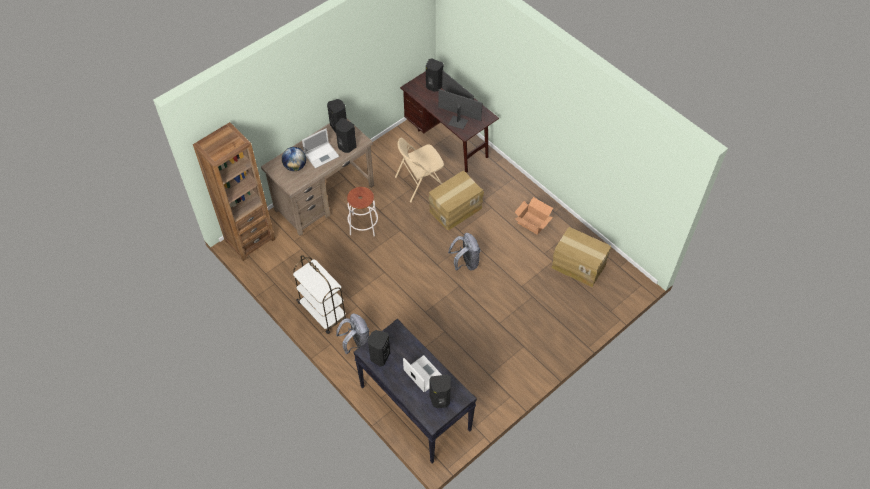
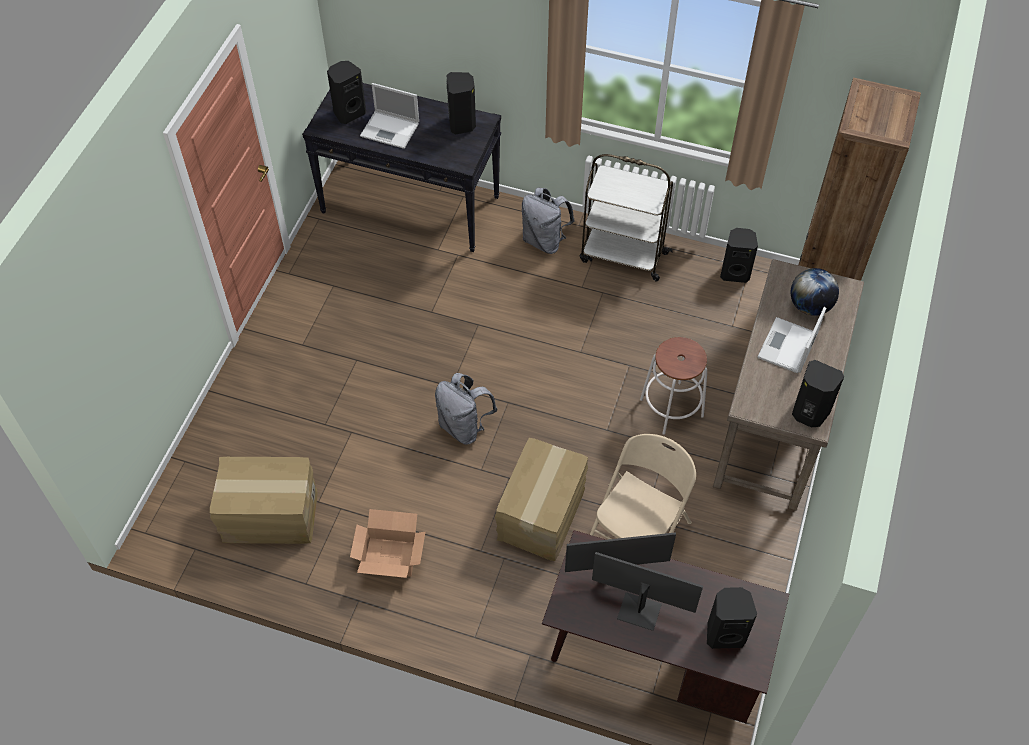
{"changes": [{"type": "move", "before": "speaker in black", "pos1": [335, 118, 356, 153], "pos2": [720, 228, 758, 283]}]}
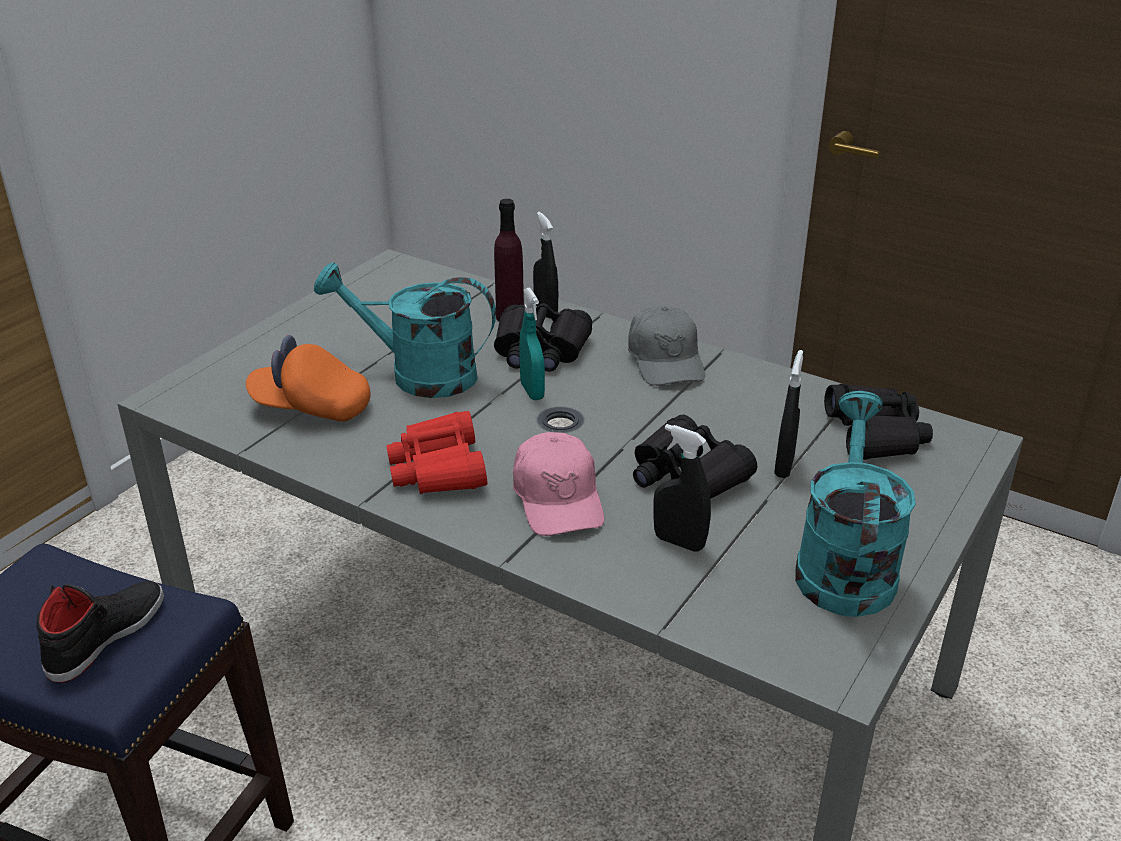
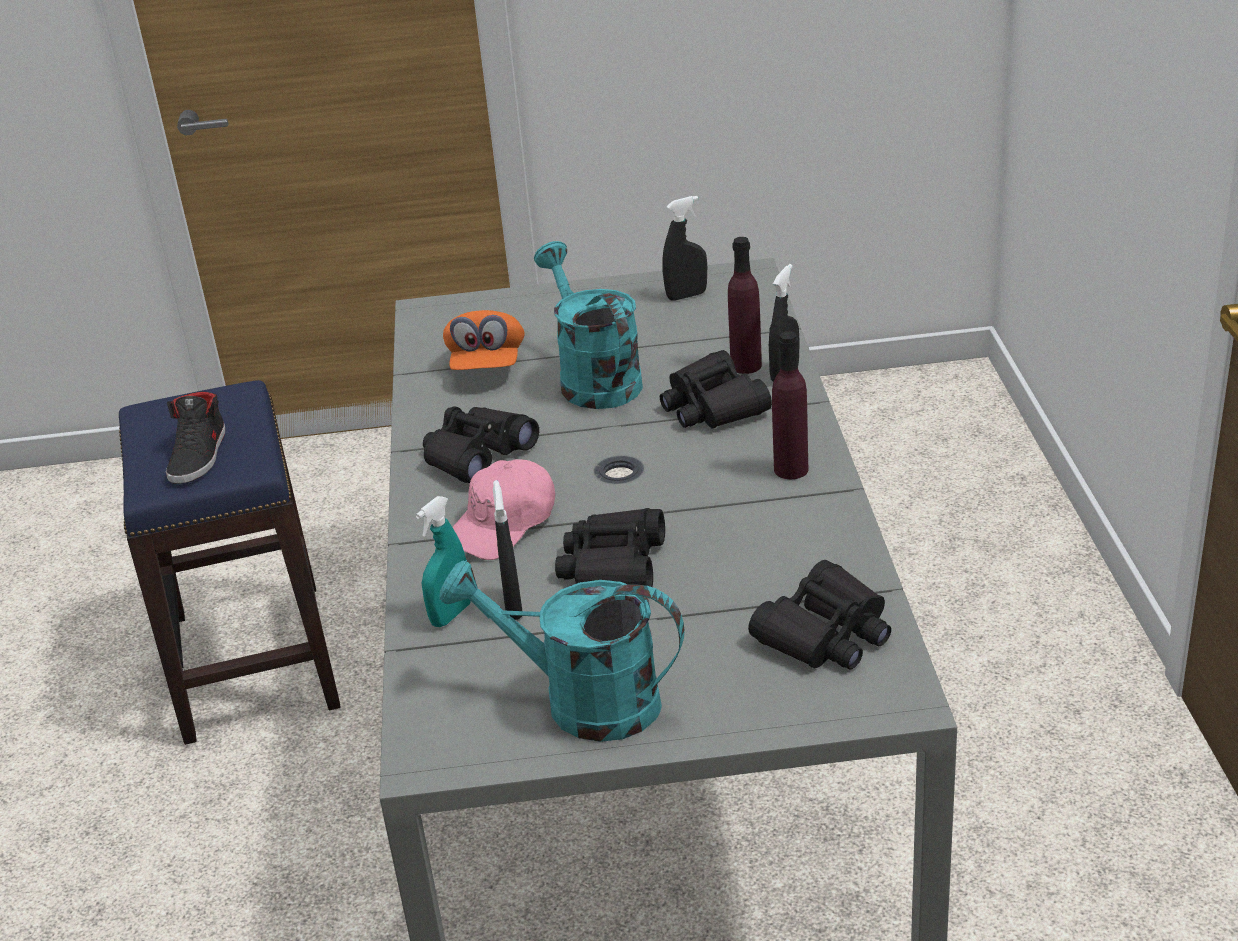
{"changes": [{"type": "move", "before": "spray bottle in turquoise", "pos1": [519, 287, 545, 400], "pos2": [416, 496, 471, 627]}, {"type": "move", "before": "spray bottle in black", "pos1": [774, 350, 803, 478], "pos2": [662, 196, 707, 301]}, {"type": "replace", "before": "cap in grey", "after": "bottle in purple", "pos1": [628, 306, 705, 386], "pos2": [772, 331, 809, 479]}, {"type": "recolor", "before": "binoculars in red", "after": "binoculars in black", "pos1": [386, 411, 487, 494], "pos2": [423, 406, 539, 483]}, {"type": "rotate", "before": "shoe in black", "pos1": [36, 581, 164, 683], "pos2": [166, 391, 225, 484], "turn": 105}, {"type": "rotate", "before": "cap in orange", "pos1": [246, 335, 371, 422], "pos2": [443, 310, 524, 370], "turn": -150}, {"type": "rotate", "before": "watering can in turquoise", "pos1": [795, 391, 916, 617], "pos2": [440, 560, 685, 742], "turn": -135}]}
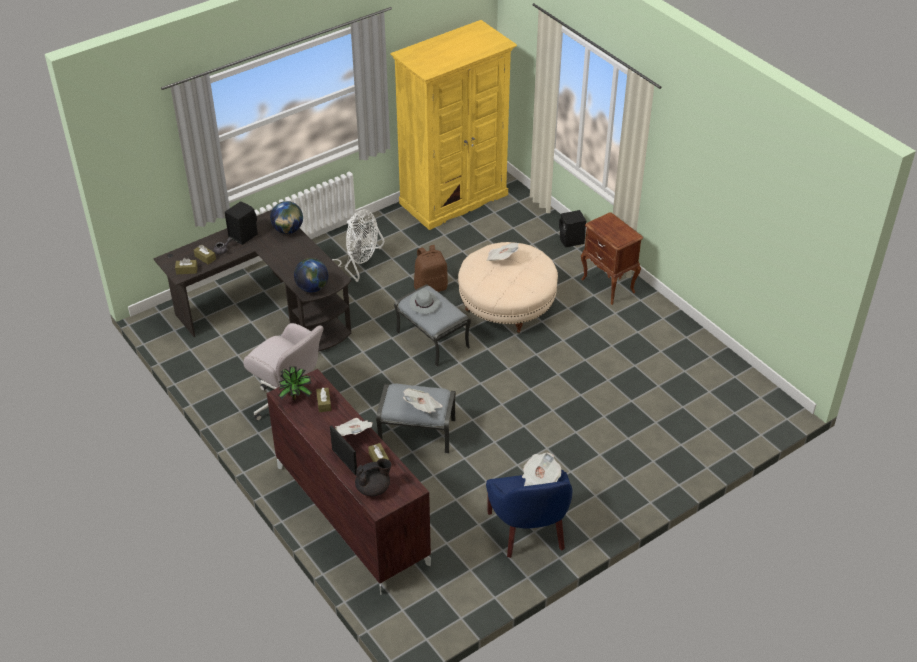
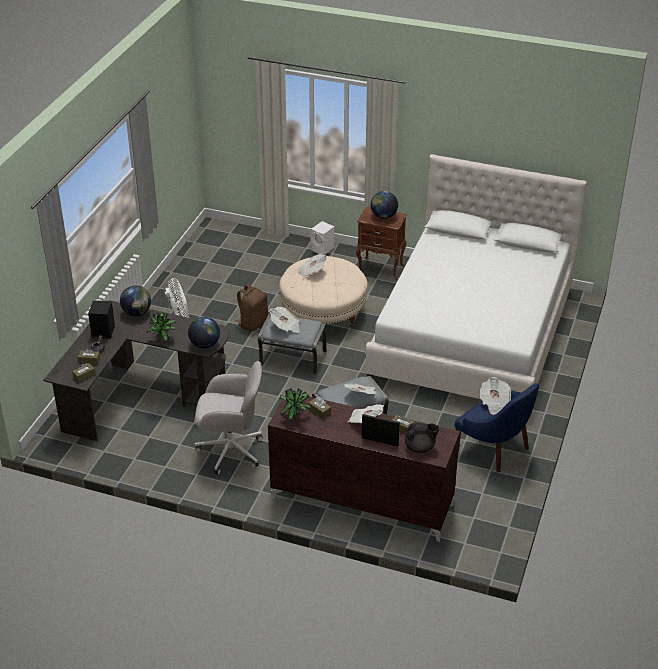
{"changes": [{"type": "delete", "before": "wardrobe in yellow", "pos1": [390, 20, 517, 230]}, {"type": "insert", "after": "potted plant", "pos2": [147, 313, 176, 341]}, {"type": "insert", "after": "bed in white", "pos2": [366, 154, 587, 399]}, {"type": "insert", "after": "globe", "pos2": [370, 191, 398, 219]}, {"type": "replace", "before": "hat in grey", "after": "newspaper", "pos1": [410, 289, 440, 314], "pos2": [270, 307, 299, 333]}, {"type": "recolor", "before": "speaker in black", "after": "speaker in white", "pos1": [559, 210, 586, 247], "pos2": [310, 221, 335, 255]}, {"type": "rotate", "before": "teapot in black", "pos1": [355, 458, 392, 497], "pos2": [405, 423, 439, 453], "turn": 60}]}
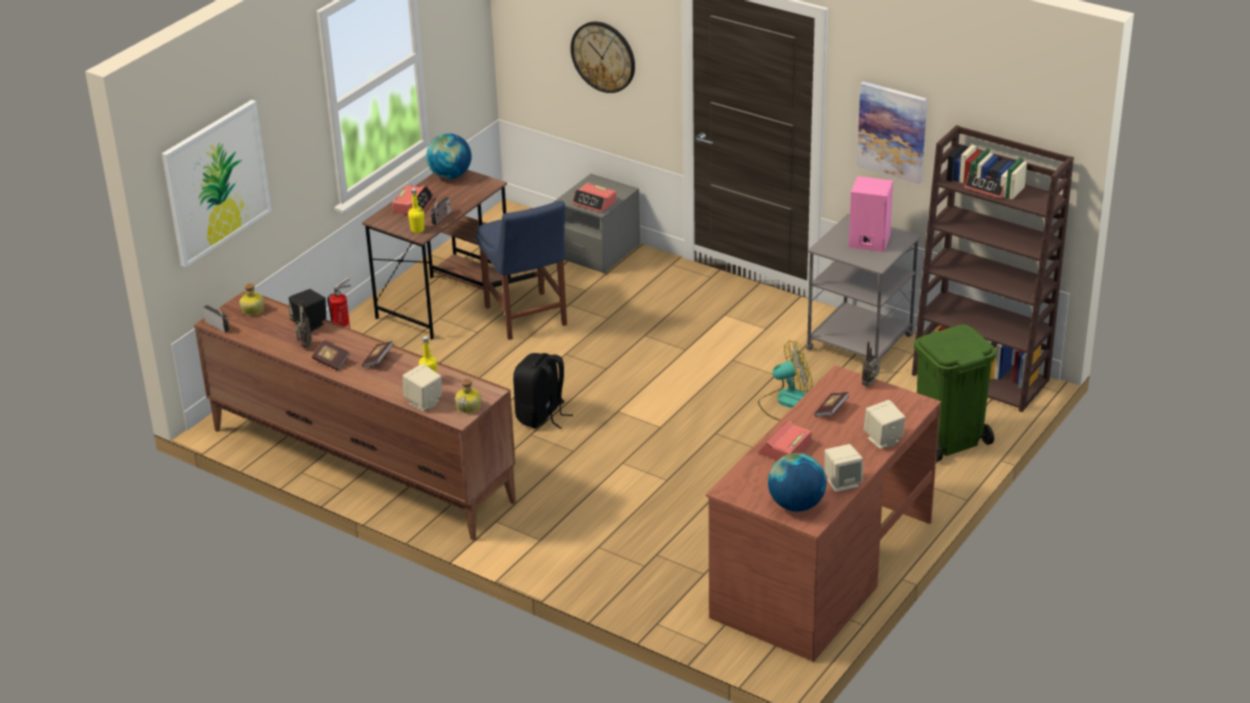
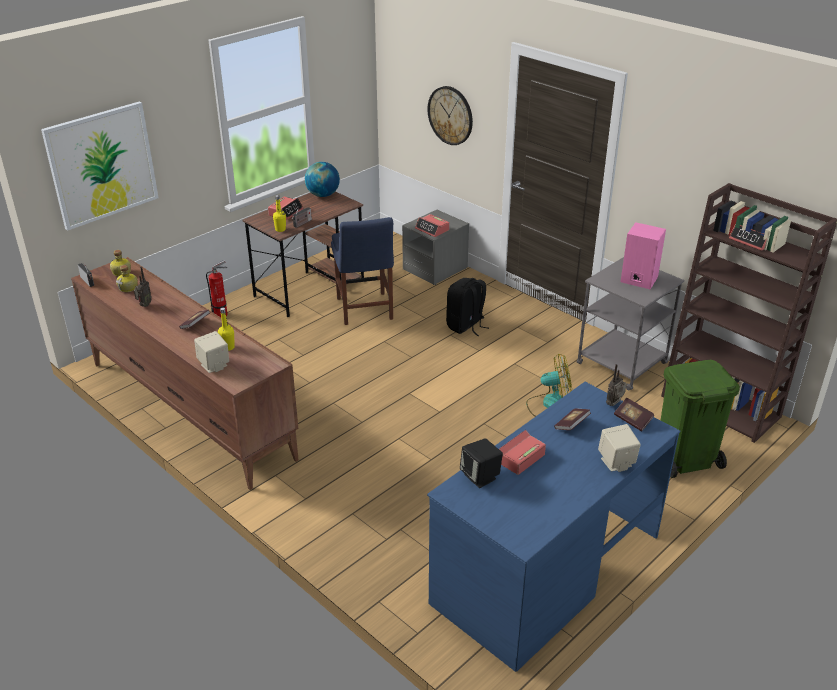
{"changes": [{"type": "delete", "before": "globe", "pos1": [768, 453, 827, 512]}, {"type": "delete", "before": "speaker in beige", "pos1": [824, 444, 863, 492]}, {"type": "delete", "before": "picture", "pos1": [857, 81, 927, 184]}, {"type": "move", "before": "speaker in black", "pos1": [289, 289, 326, 332], "pos2": [460, 438, 503, 488]}, {"type": "move", "before": "book", "pos1": [312, 340, 350, 371], "pos2": [614, 398, 654, 432]}, {"type": "move", "before": "bottle", "pos1": [455, 379, 481, 413], "pos2": [116, 265, 138, 292]}, {"type": "move", "before": "backpack in black", "pos1": [513, 353, 573, 429], "pos2": [446, 278, 489, 336]}, {"type": "recolor", "before": "desk in brown", "after": "desk in blue", "pos1": [706, 365, 941, 662], "pos2": [427, 382, 680, 672]}]}
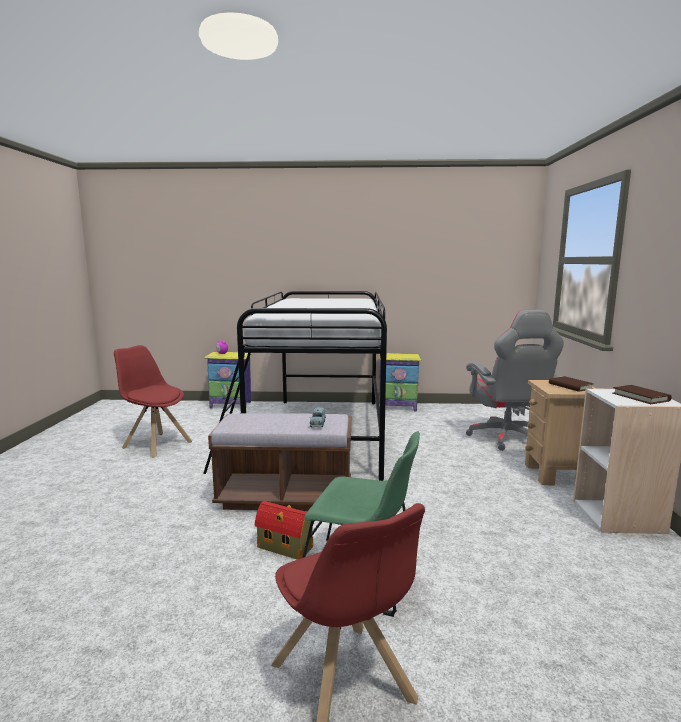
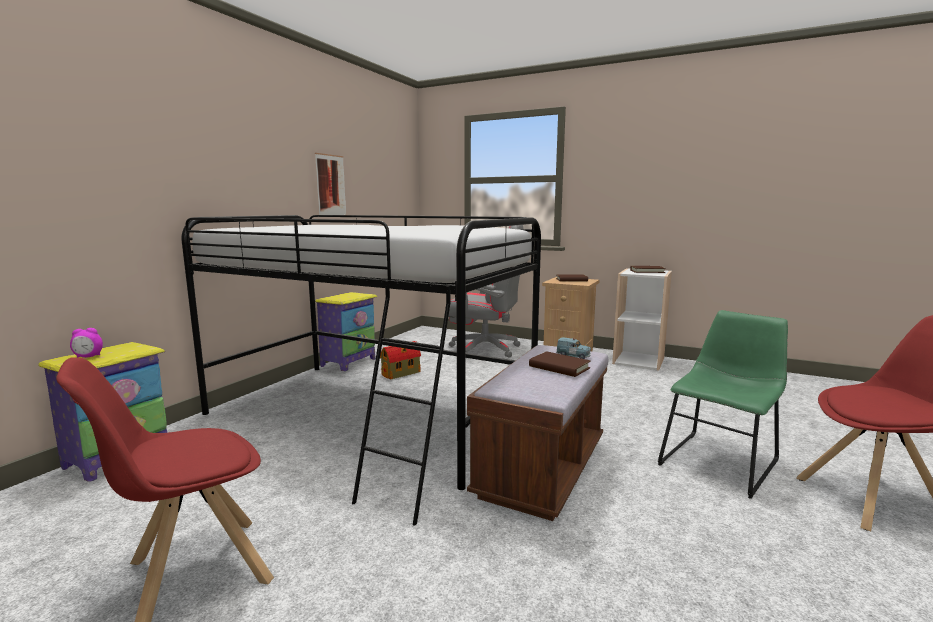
{"changes": [{"type": "insert", "after": "picture", "pos2": [315, 153, 346, 215]}, {"type": "insert", "after": "book in brown", "pos2": [529, 351, 591, 377]}, {"type": "move", "before": "toy house", "pos1": [255, 501, 314, 560], "pos2": [380, 341, 421, 380]}]}
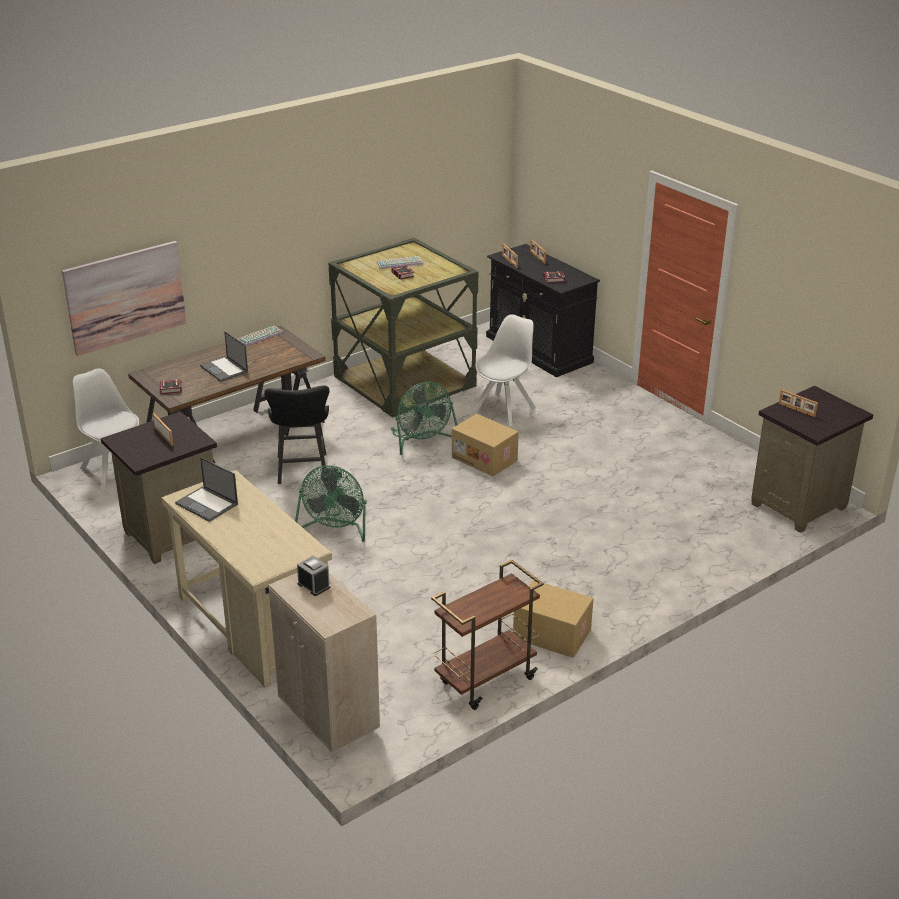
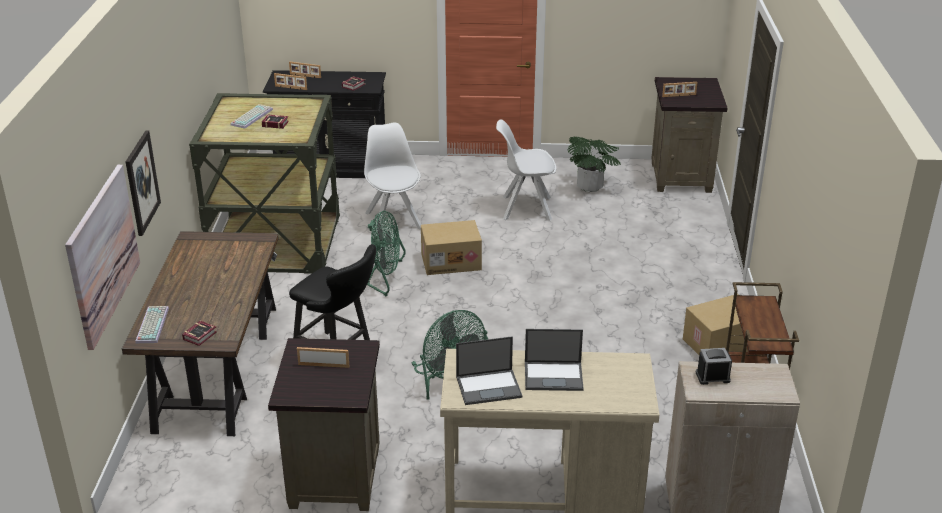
{"changes": [{"type": "insert", "after": "picture", "pos2": [126, 131, 161, 236]}, {"type": "insert", "after": "potted plant", "pos2": [568, 137, 621, 192]}, {"type": "move", "before": "chair in white", "pos1": [73, 369, 139, 490], "pos2": [496, 120, 556, 221]}, {"type": "move", "before": "laptop", "pos1": [200, 331, 248, 382], "pos2": [525, 329, 584, 391]}, {"type": "move", "before": "keyboard", "pos1": [237, 326, 283, 346], "pos2": [135, 306, 169, 343]}]}
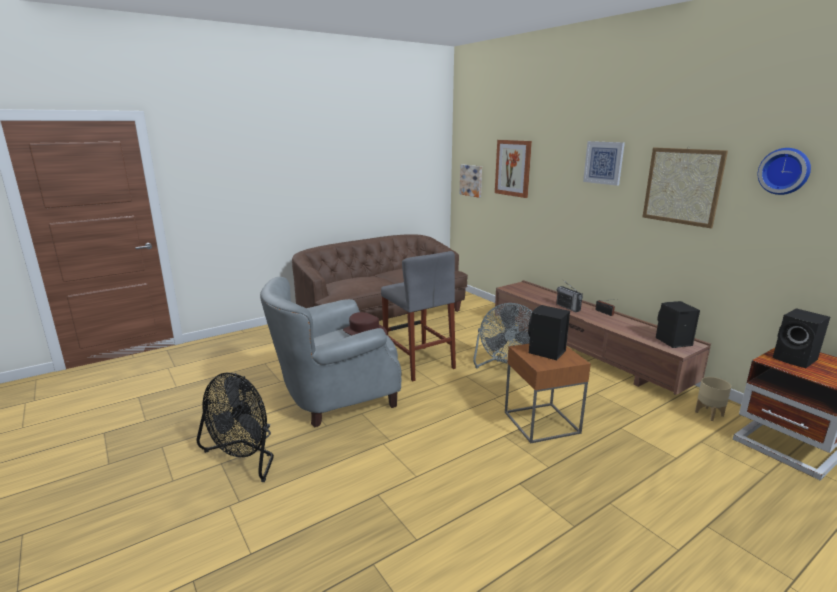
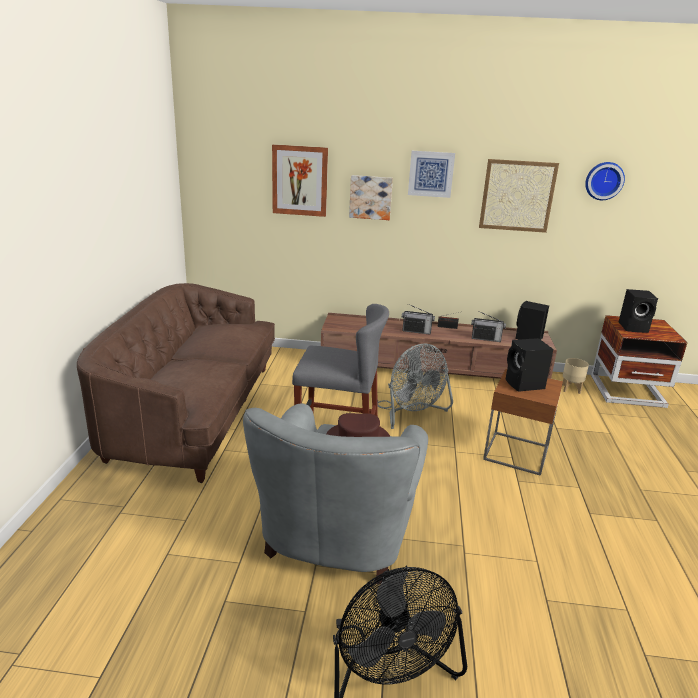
{"changes": [{"type": "insert", "after": "radio", "pos2": [471, 311, 506, 342]}, {"type": "move", "before": "picture", "pos1": [460, 165, 482, 198], "pos2": [349, 175, 393, 220]}]}
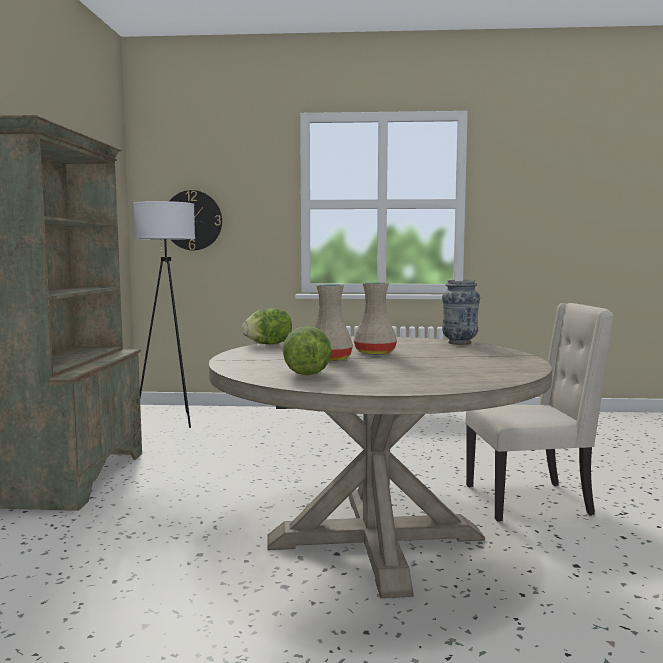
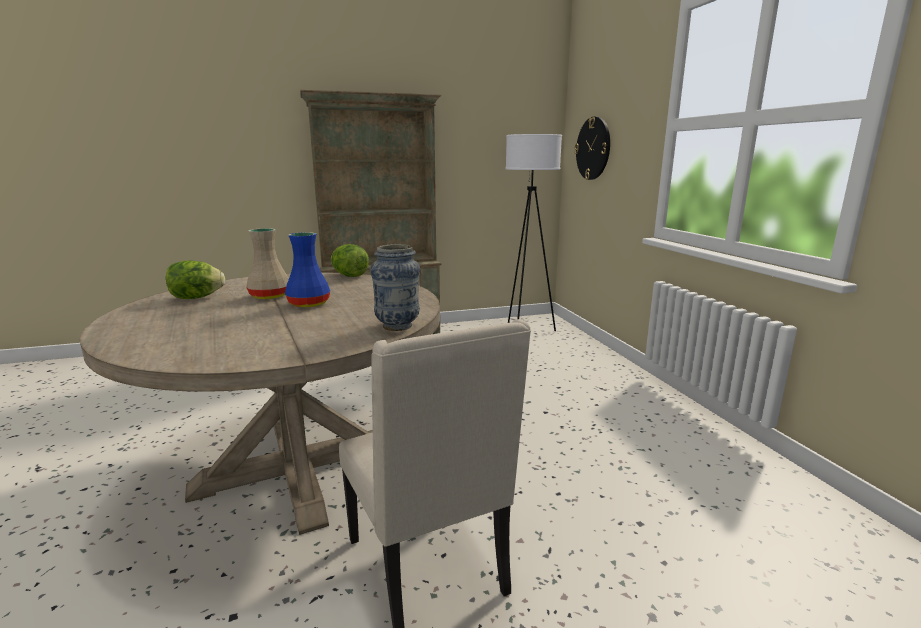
{"changes": [{"type": "recolor", "before": "vase in beige", "after": "vase in blue", "pos1": [354, 282, 397, 355], "pos2": [285, 232, 330, 307]}]}
